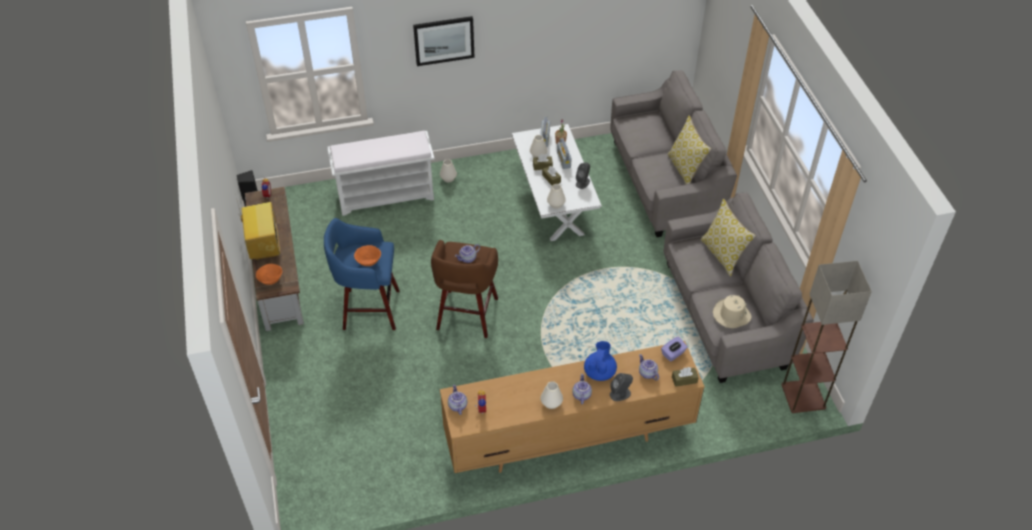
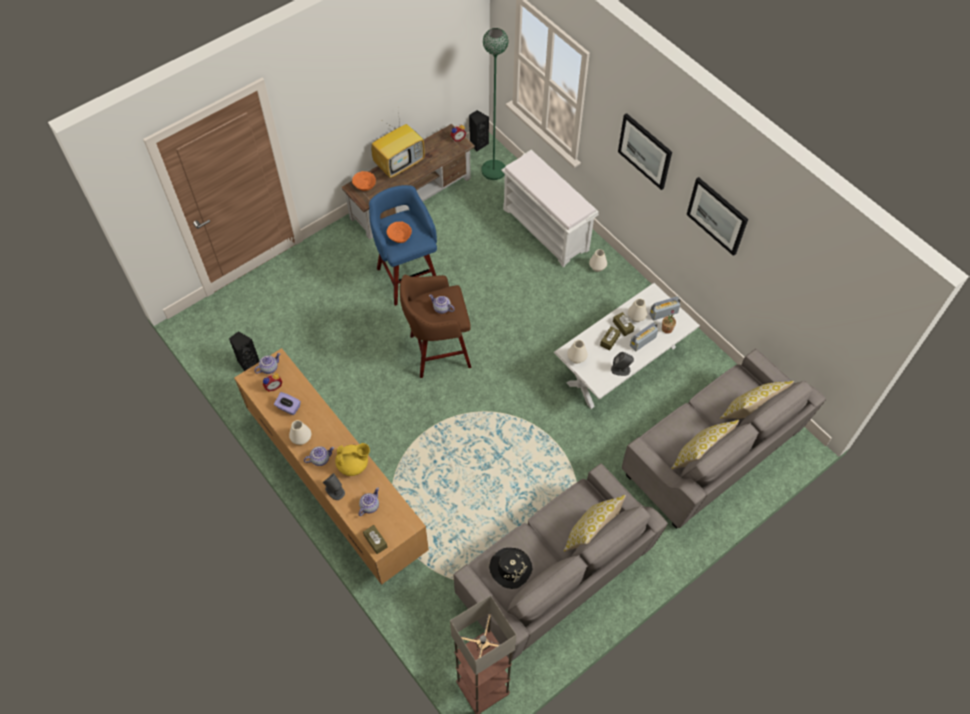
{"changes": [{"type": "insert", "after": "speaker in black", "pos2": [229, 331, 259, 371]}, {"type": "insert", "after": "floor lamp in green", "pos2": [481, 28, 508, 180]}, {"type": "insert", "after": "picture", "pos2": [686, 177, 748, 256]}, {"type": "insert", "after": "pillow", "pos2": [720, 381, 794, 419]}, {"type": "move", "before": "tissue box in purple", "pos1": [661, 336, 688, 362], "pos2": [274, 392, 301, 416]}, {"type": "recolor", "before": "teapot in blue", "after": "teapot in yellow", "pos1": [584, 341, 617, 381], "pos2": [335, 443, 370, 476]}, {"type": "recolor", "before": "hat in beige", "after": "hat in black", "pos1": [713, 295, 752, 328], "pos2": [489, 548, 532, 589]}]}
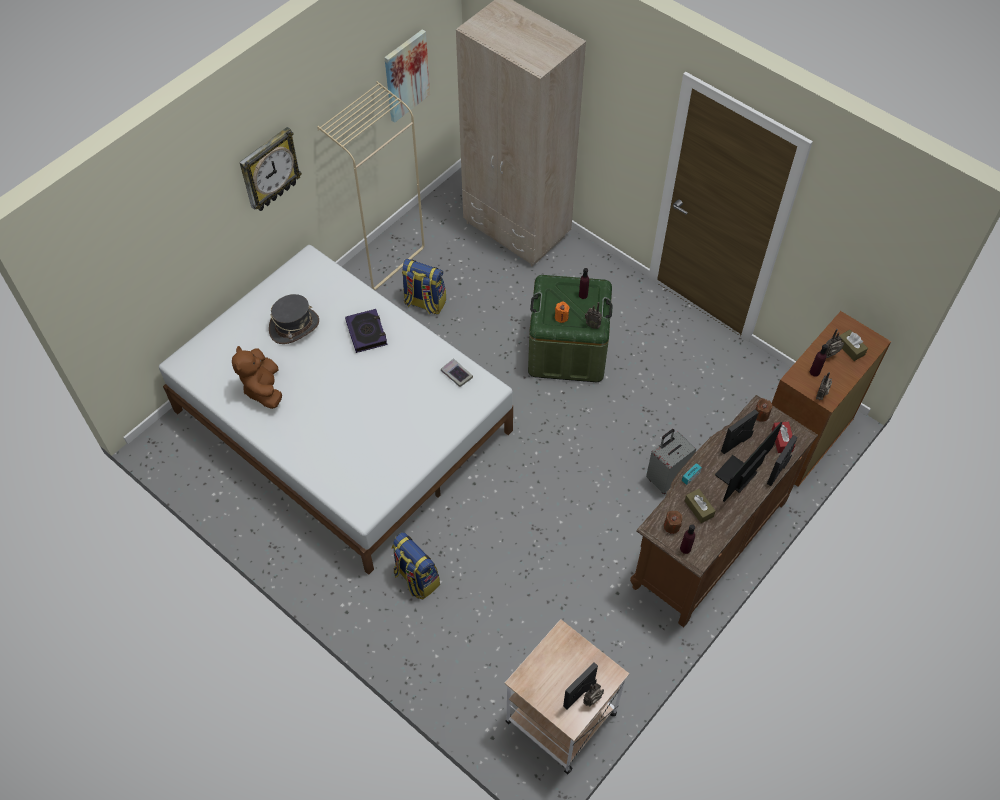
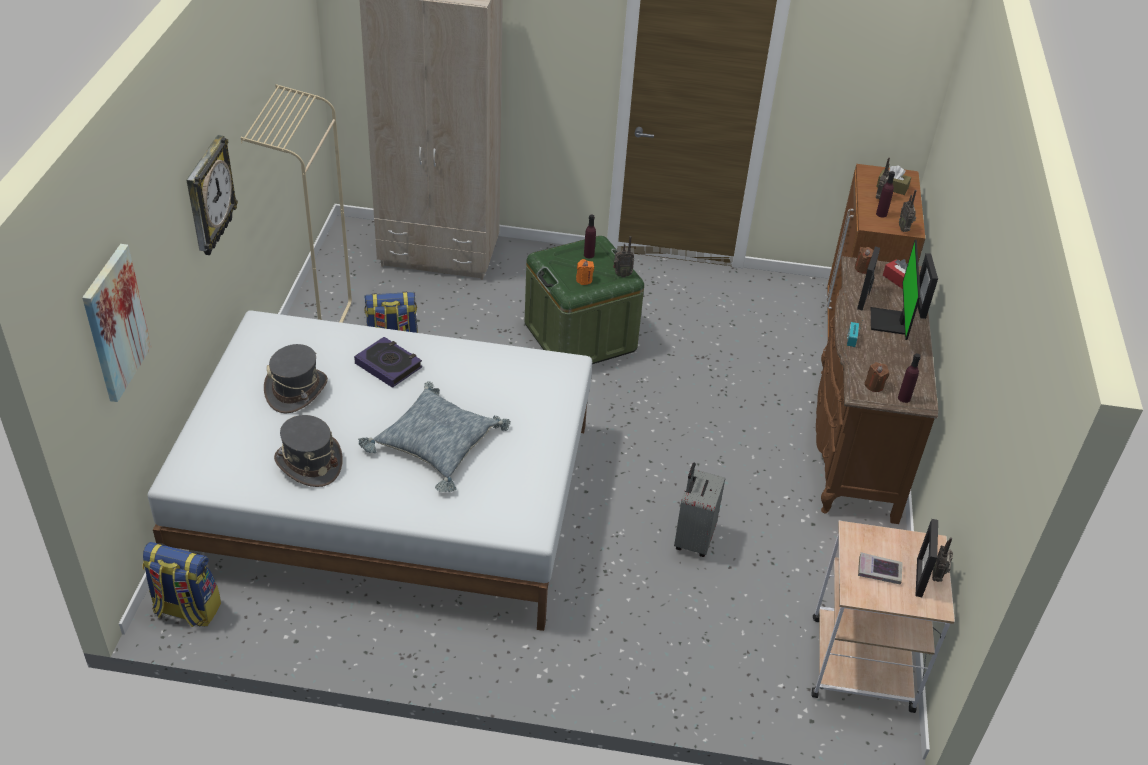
{"changes": [{"type": "delete", "before": "tissue box in brown", "pos1": [685, 489, 716, 523]}, {"type": "insert", "after": "pillow", "pos2": [359, 381, 510, 492]}, {"type": "move", "before": "picture", "pos1": [384, 29, 430, 123], "pos2": [82, 244, 152, 402]}, {"type": "move", "before": "backpack", "pos1": [392, 532, 440, 599], "pos2": [142, 542, 221, 627]}, {"type": "move", "before": "book", "pos1": [441, 358, 473, 387], "pos2": [858, 552, 903, 585]}, {"type": "move", "before": "suitcase in grey", "pos1": [646, 429, 696, 494], "pos2": [674, 463, 725, 557]}, {"type": "replace", "before": "plush toy in brown", "after": "hat in grey", "pos1": [232, 346, 282, 409], "pos2": [274, 415, 343, 487]}]}
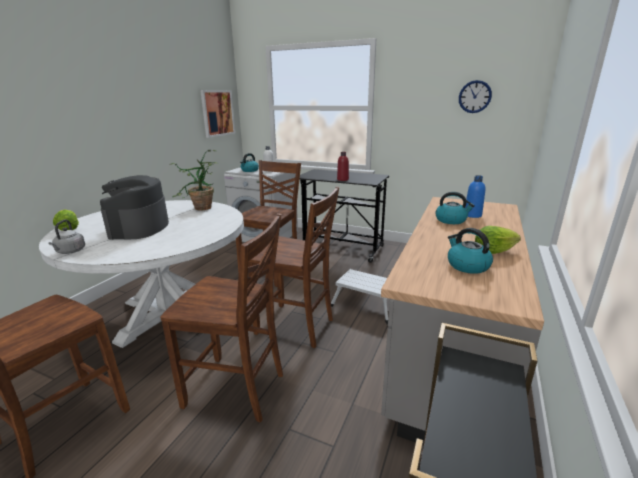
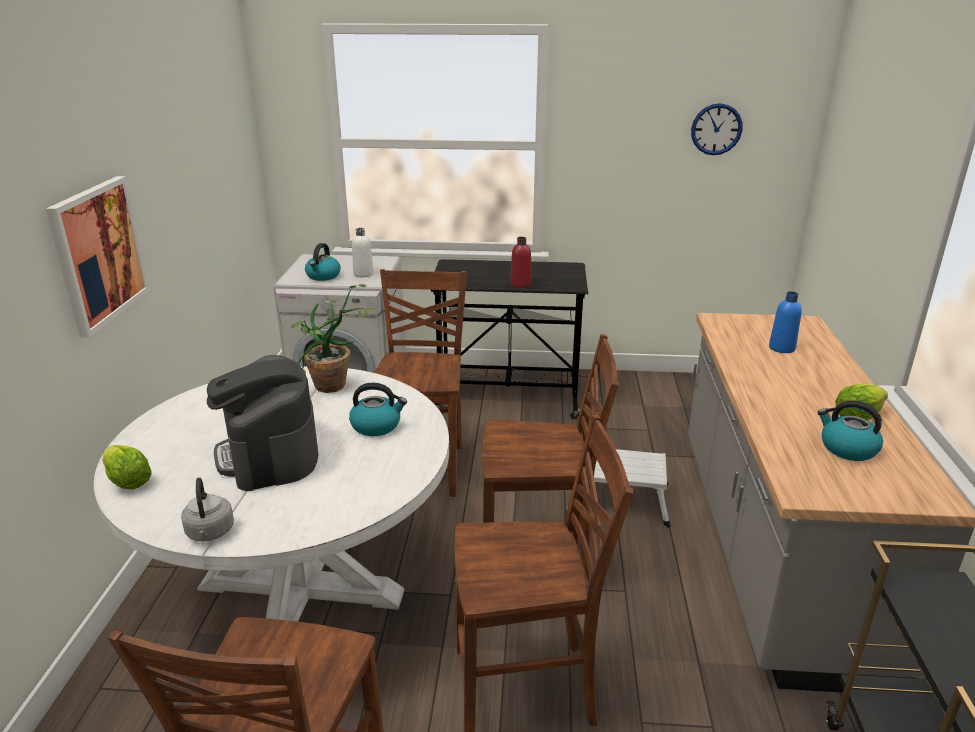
{"changes": [{"type": "move", "before": "picture", "pos1": [200, 90, 235, 138], "pos2": [46, 176, 150, 338]}, {"type": "move", "before": "kettle", "pos1": [435, 192, 475, 224], "pos2": [349, 383, 407, 436]}]}
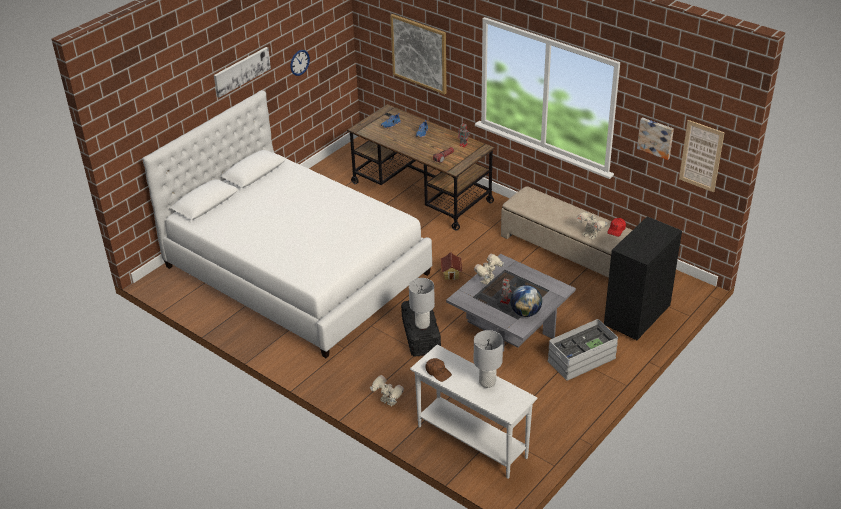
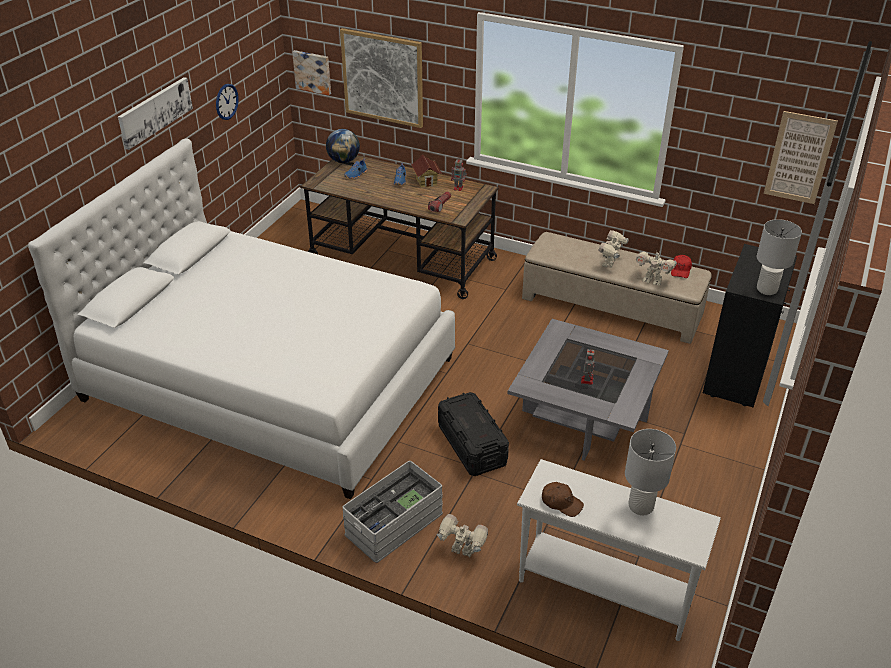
{"changes": [{"type": "move", "before": "table lamp in grey", "pos1": [409, 278, 435, 329], "pos2": [757, 219, 802, 295]}, {"type": "move", "before": "toy house", "pos1": [441, 252, 462, 280], "pos2": [411, 155, 442, 187]}, {"type": "move", "before": "toy robot", "pos1": [474, 254, 504, 285], "pos2": [598, 230, 628, 268]}, {"type": "move", "before": "globe", "pos1": [510, 285, 542, 317], "pos2": [326, 129, 360, 163]}, {"type": "move", "before": "storage box in grey", "pos1": [548, 319, 618, 380], "pos2": [342, 461, 443, 563]}, {"type": "move", "before": "picture", "pos1": [637, 117, 674, 160], "pos2": [292, 50, 331, 95]}]}
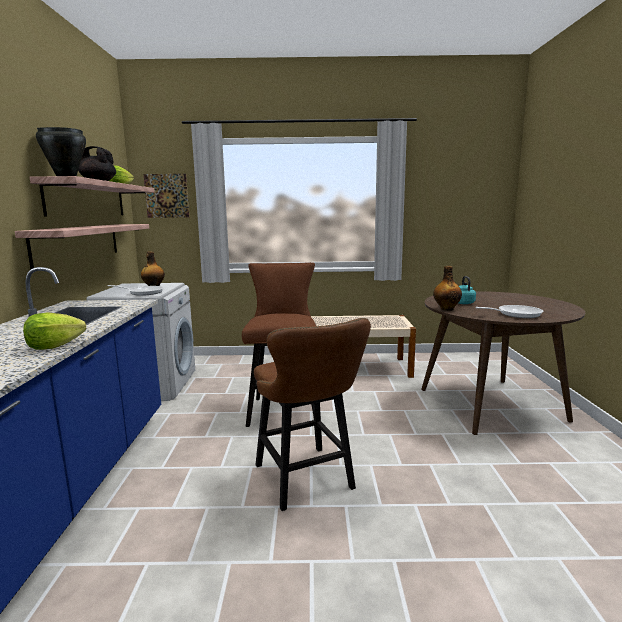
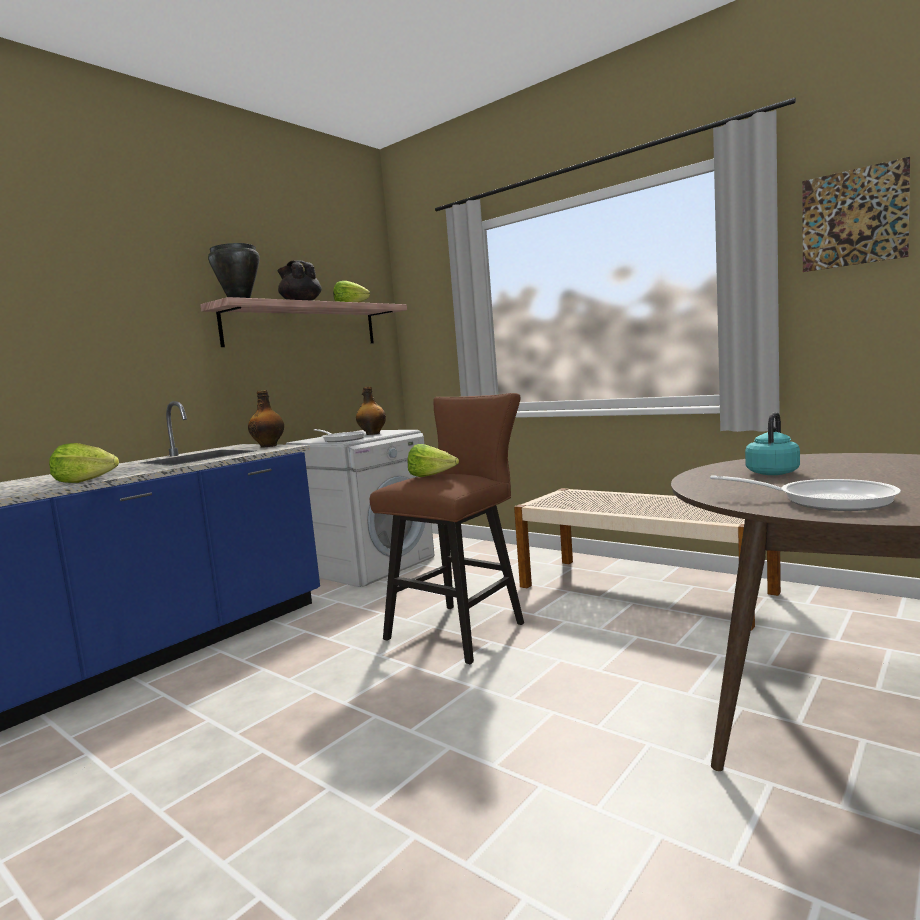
{"changes": [{"type": "delete", "before": "shelf", "pos1": [15, 224, 149, 269]}, {"type": "delete", "before": "stool in brown", "pos1": [254, 318, 371, 511]}, {"type": "insert", "after": "lettuce", "pos2": [408, 444, 459, 477]}, {"type": "move", "before": "picture", "pos1": [144, 174, 189, 218], "pos2": [802, 157, 910, 272]}, {"type": "move", "before": "bottle", "pos1": [433, 266, 462, 311], "pos2": [248, 390, 284, 448]}]}
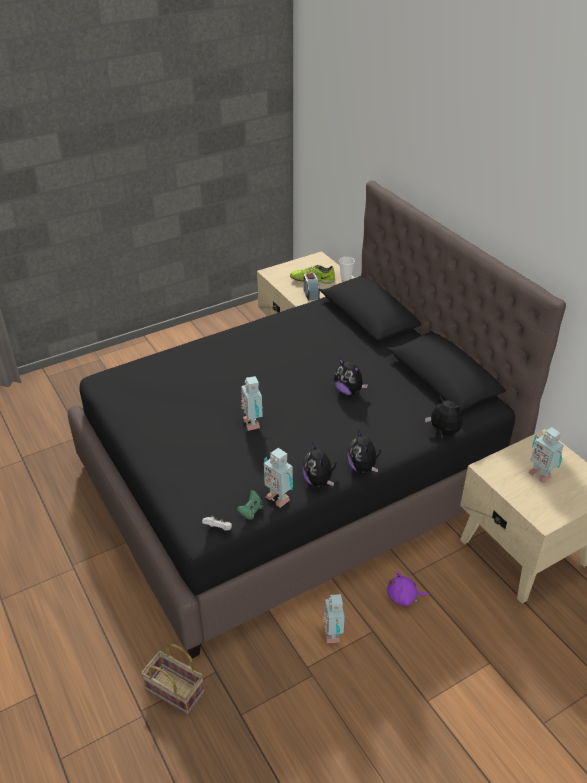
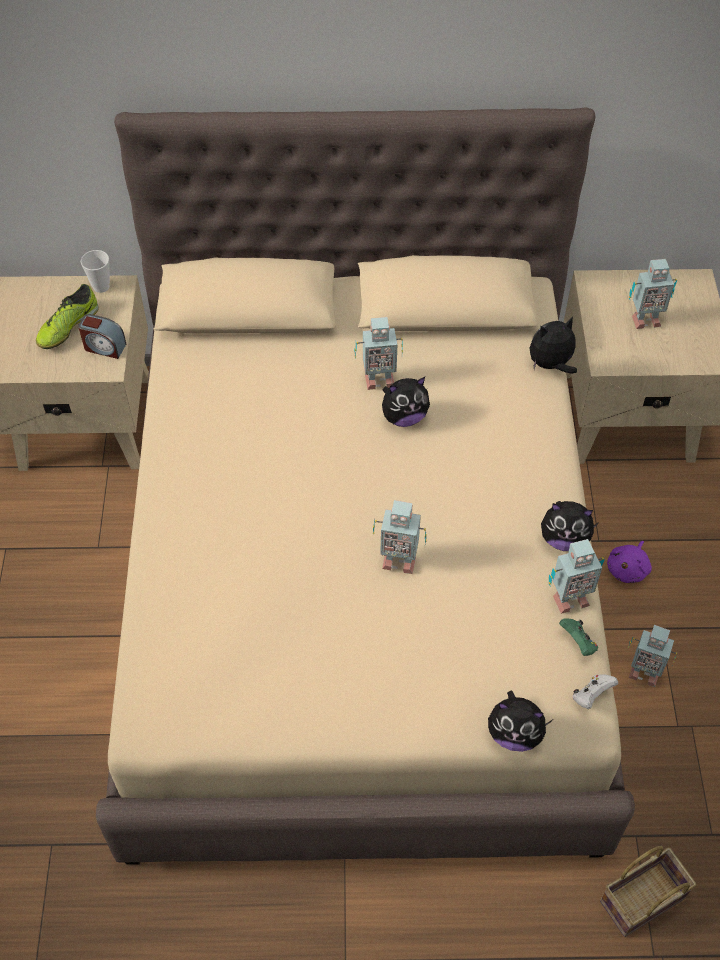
{"changes": [{"type": "insert", "after": "toy robot", "pos2": [354, 317, 403, 390]}, {"type": "move", "before": "plush toy", "pos1": [347, 429, 381, 474], "pos2": [488, 691, 552, 752]}, {"type": "recolor", "before": "bed in black", "after": "bed in beige", "pos1": [68, 180, 566, 658], "pos2": [96, 107, 635, 865]}]}
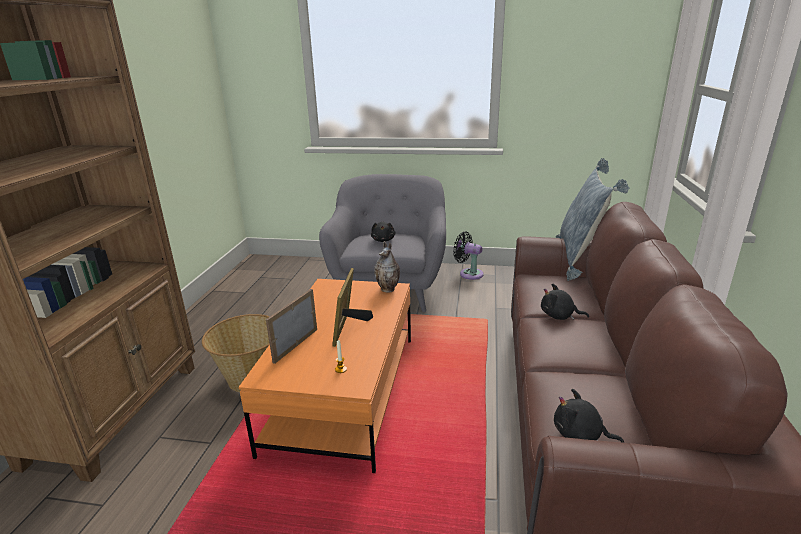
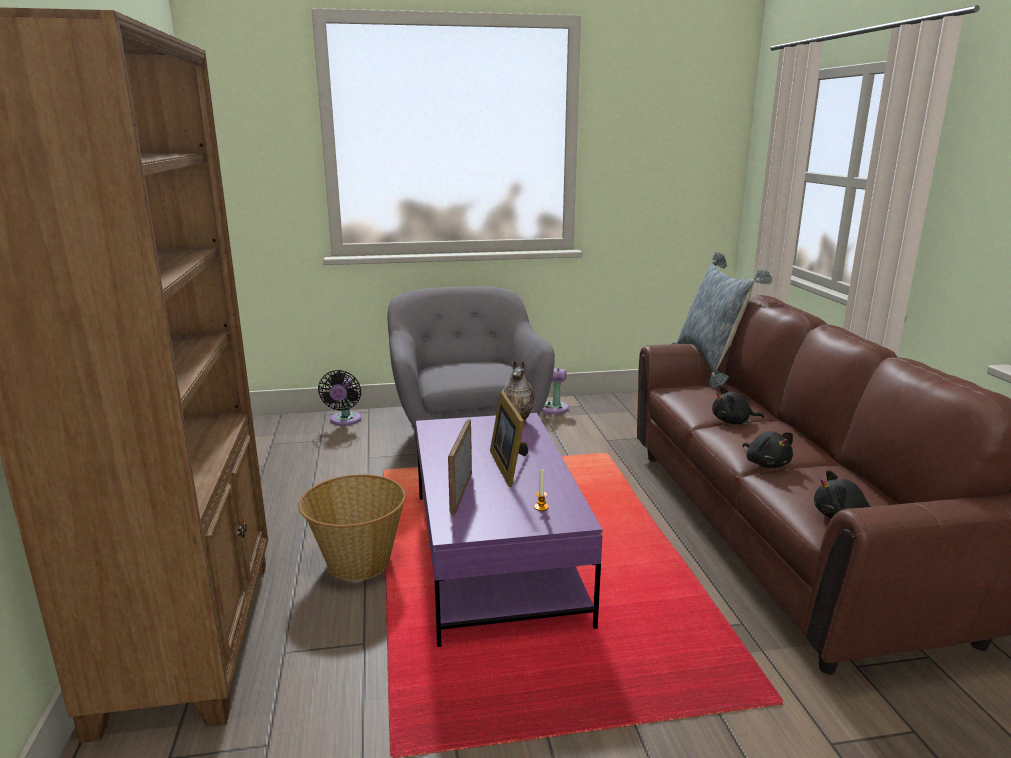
{"changes": [{"type": "insert", "after": "fan in black", "pos2": [318, 370, 361, 426]}, {"type": "move", "before": "plush toy in black", "pos1": [371, 222, 396, 242], "pos2": [742, 431, 793, 468]}, {"type": "recolor", "before": "coffee table in orange", "after": "coffee table in purple", "pos1": [239, 279, 411, 473], "pos2": [416, 413, 603, 647]}]}
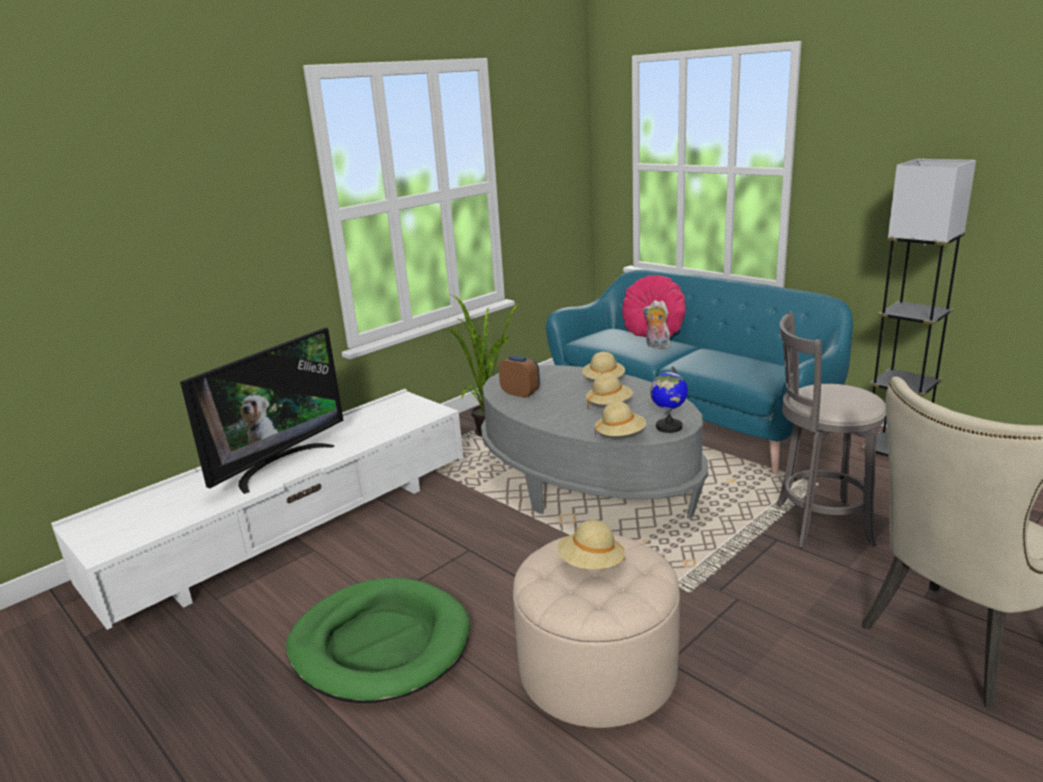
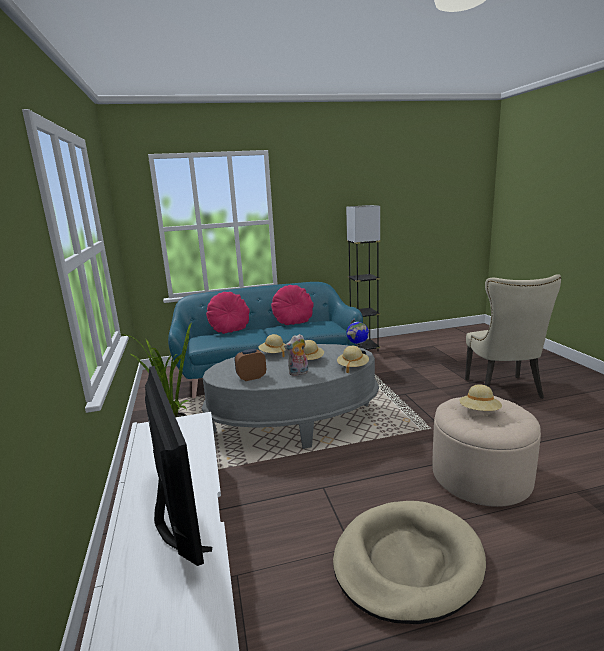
{"changes": [{"type": "delete", "before": "stool in grey", "pos1": [776, 311, 886, 548]}, {"type": "insert", "after": "pillow in pink", "pos2": [271, 285, 314, 325]}, {"type": "move", "before": "plush toy", "pos1": [643, 300, 671, 349], "pos2": [284, 334, 308, 376]}, {"type": "recolor", "before": "dog bed in green", "after": "dog bed in beige", "pos1": [286, 578, 470, 703], "pos2": [333, 501, 486, 624]}]}
